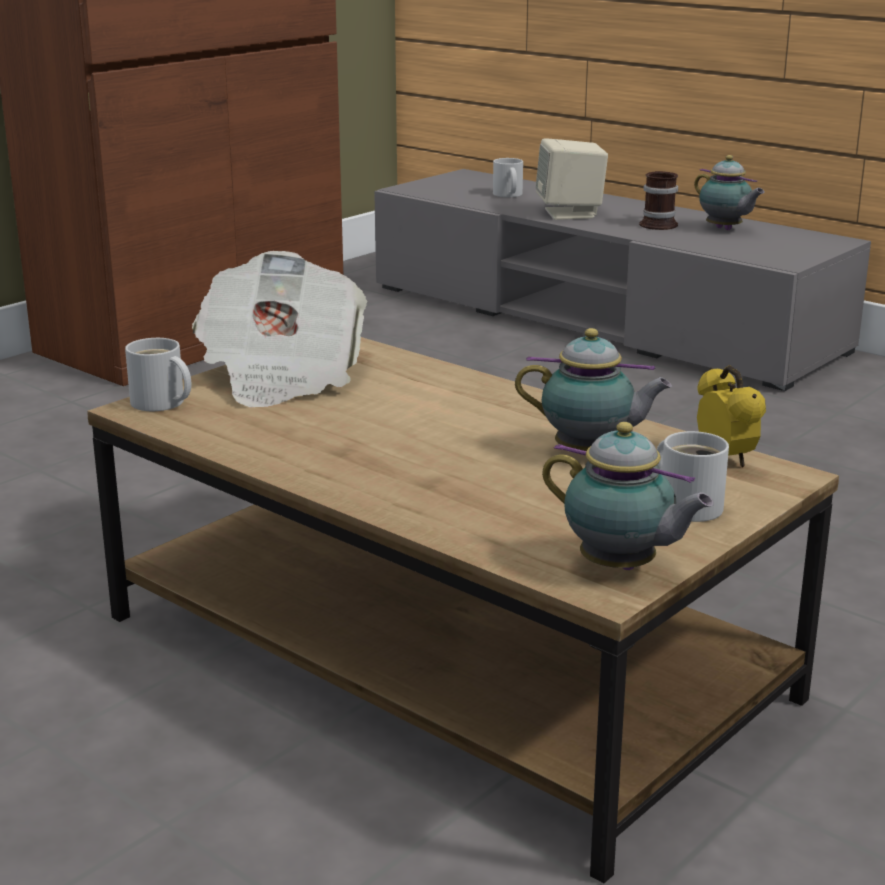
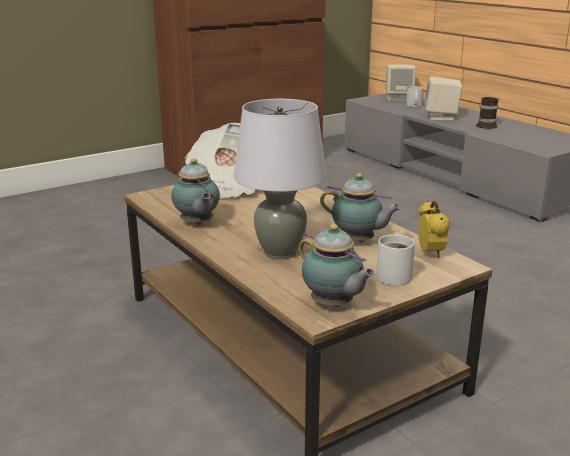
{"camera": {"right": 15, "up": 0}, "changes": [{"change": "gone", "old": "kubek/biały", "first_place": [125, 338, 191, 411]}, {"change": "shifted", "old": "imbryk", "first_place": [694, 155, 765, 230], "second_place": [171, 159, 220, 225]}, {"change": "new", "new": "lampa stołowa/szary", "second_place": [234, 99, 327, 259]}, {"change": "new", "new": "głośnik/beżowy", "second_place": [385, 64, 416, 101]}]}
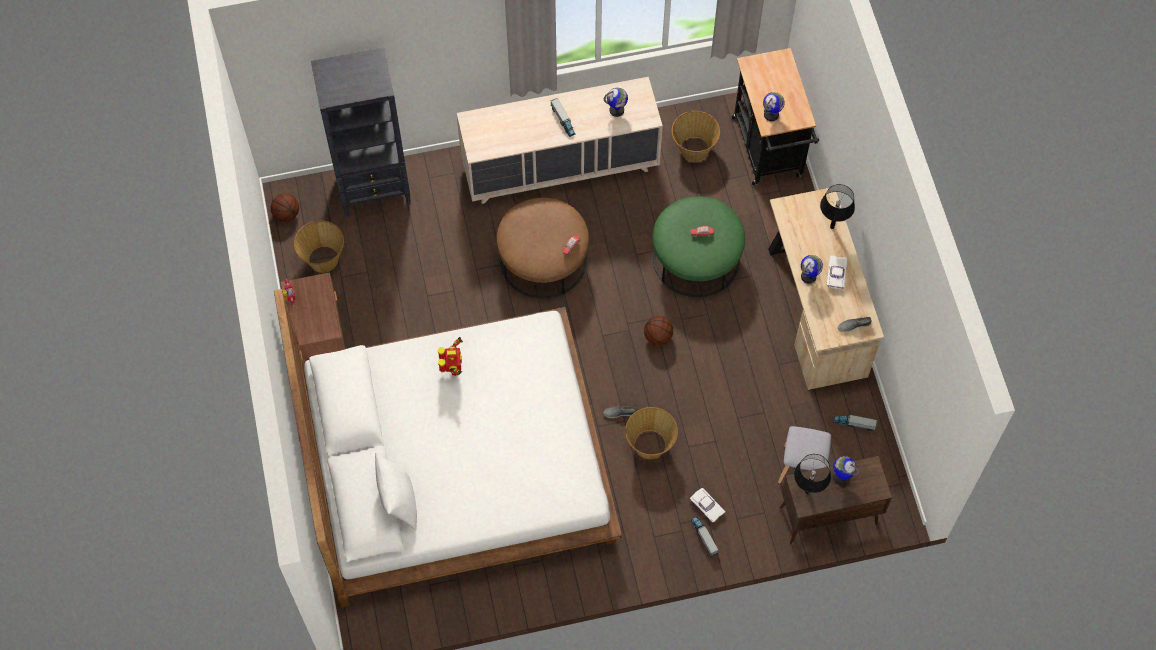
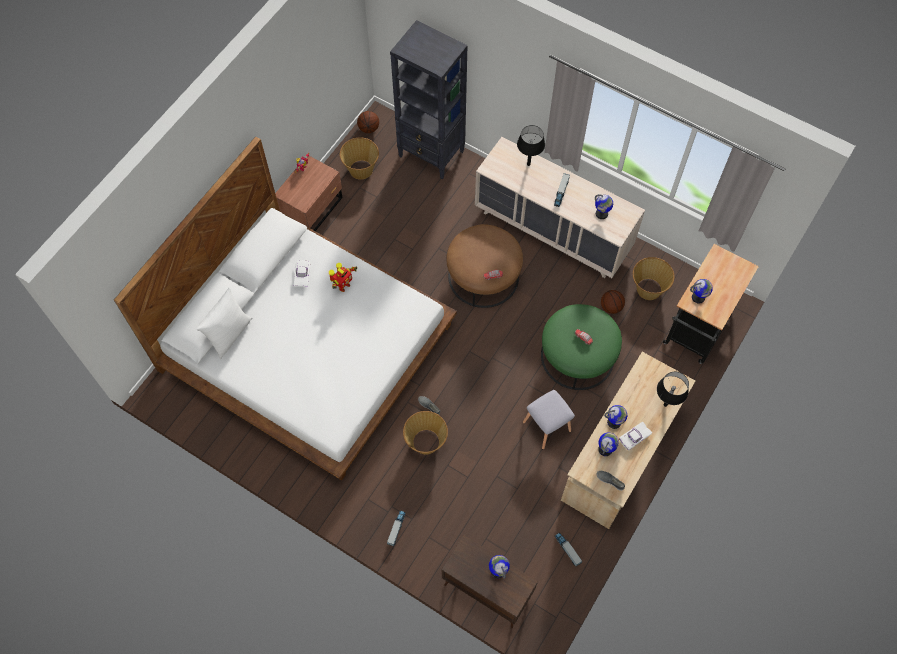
{"camera": {"right": 45, "up": 0}, "changes": [{"change": "shifted", "old": "piłka do koszykówki", "first_place": [644, 316, 673, 345], "second_place": [601, 290, 625, 314]}, {"change": "shifted", "old": "samochodzik/biały", "first_place": [690, 488, 725, 522], "second_place": [293, 260, 311, 286]}, {"change": "shifted", "old": "stołek/szary", "first_place": [778, 426, 831, 484], "second_place": [523, 390, 575, 450]}, {"change": "shifted", "old": "lampa stołowa/czarny", "first_place": [794, 454, 831, 494], "second_place": [517, 125, 545, 166]}, {"change": "new", "new": "globus", "second_place": [598, 433, 619, 456]}]}
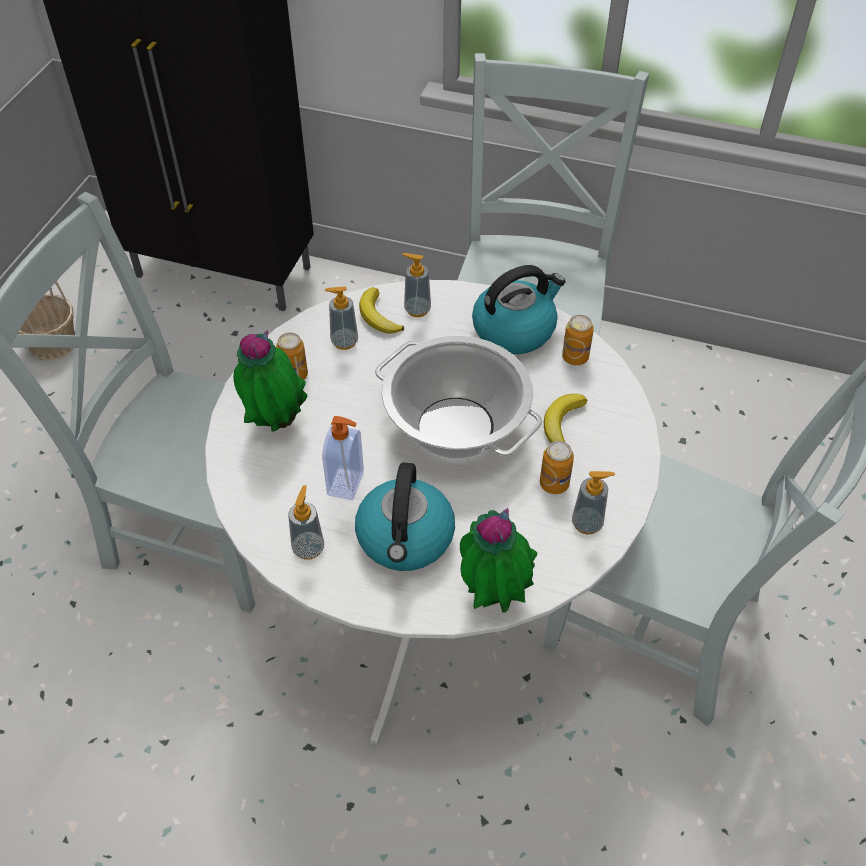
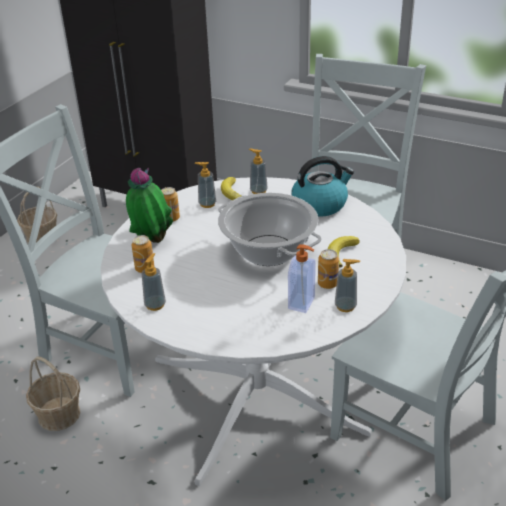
{"camera": {"right": 10, "up": -15}, "changes": [{"change": "shifted", "old": "dozownik mydła", "first_place": [322, 416, 364, 500], "second_place": [288, 244, 316, 313]}, {"change": "gone", "old": "czajnik", "first_place": [355, 463, 455, 571]}, {"change": "gone", "old": "roślina doniczkowa", "first_place": [460, 508, 537, 613]}, {"change": "shifted", "old": "puszka", "first_place": [562, 315, 594, 365], "second_place": [132, 235, 155, 273]}, {"change": "new", "new": "koszyk", "second_place": [26, 356, 81, 431]}]}
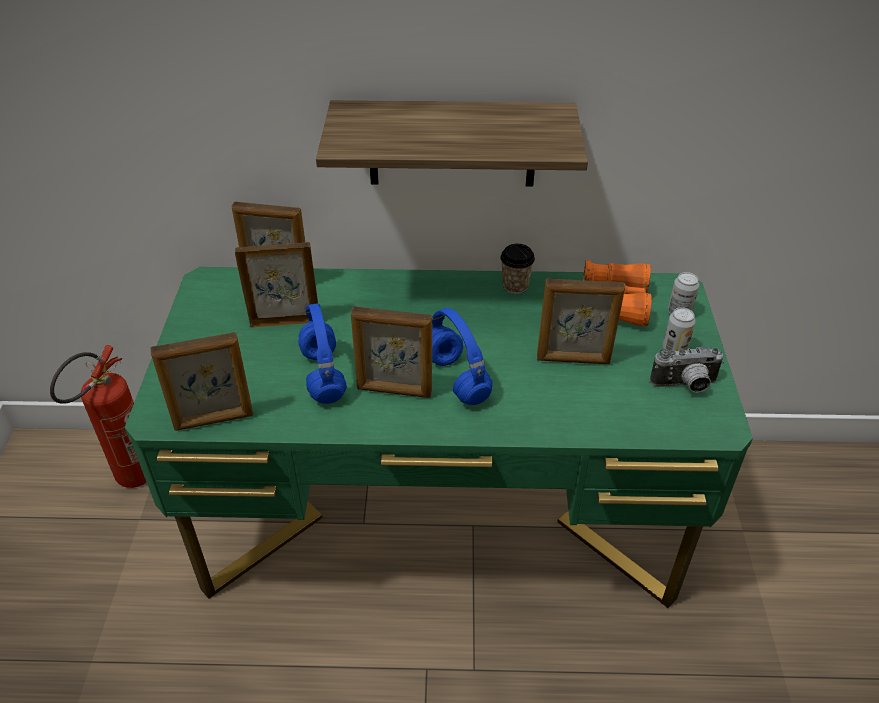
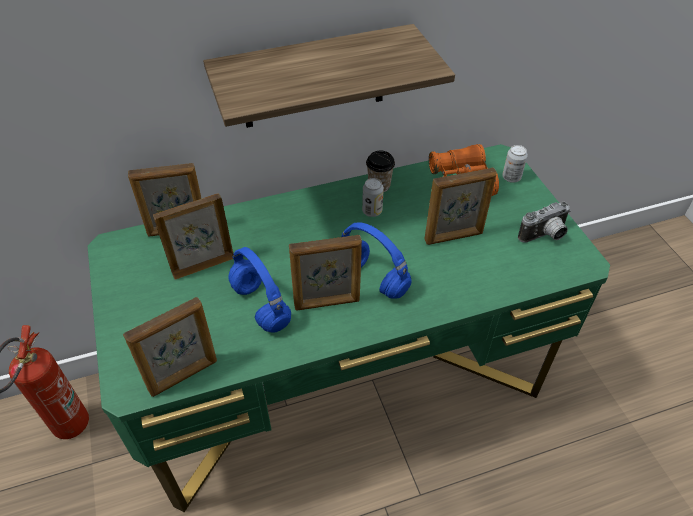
{"camera": {"right": -20, "up": 5}, "changes": [{"change": "shifted", "old": "puszka", "first_place": [663, 307, 696, 351], "second_place": [362, 178, 384, 217]}]}
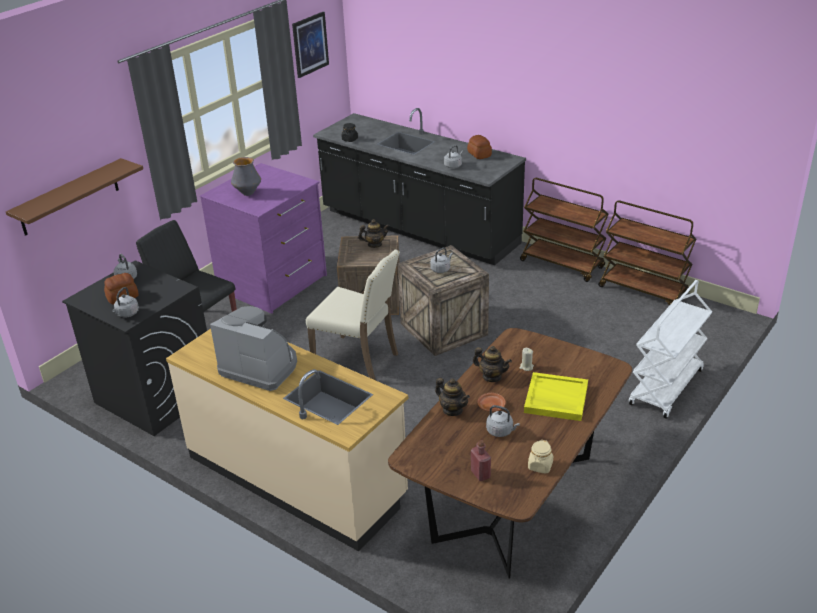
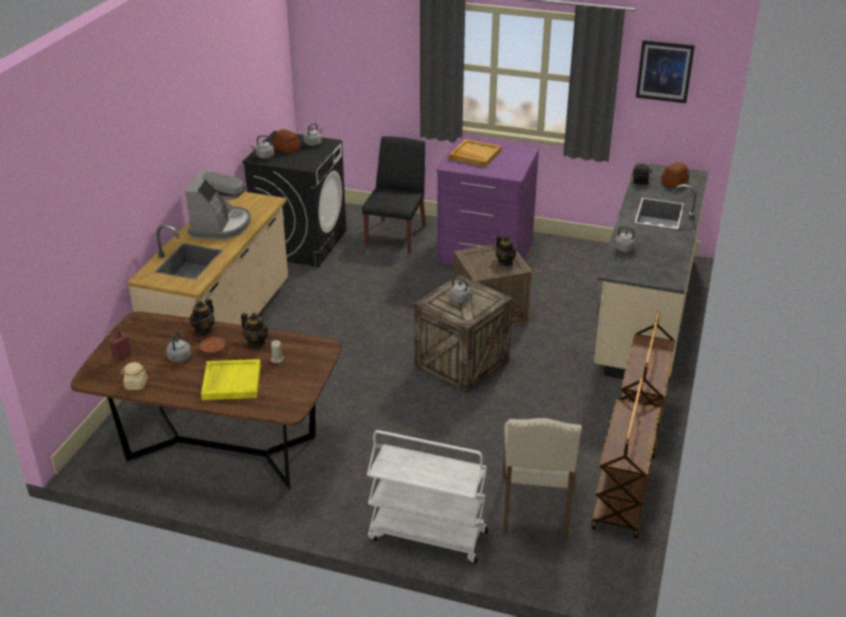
{"camera": {"right": 70, "up": 0}, "changes": [{"change": "gone", "old": "półka/brązowy", "first_place": [6, 158, 143, 236]}, {"change": "swapped", "old": "wazon", "new": "taca/beżowy", "first_place": [231, 157, 261, 196], "second_place": [449, 139, 502, 167]}, {"change": "shifted", "old": "krzesło/beżowy", "first_place": [305, 250, 400, 380], "second_place": [502, 418, 582, 540]}, {"change": "repainted", "old": "zabudowa kuchenna/czarny", "new": "zabudowa kuchenna/beżowy", "first_place": [313, 108, 526, 265], "second_place": [594, 162, 708, 386]}, {"change": "shifted", "old": "chleb", "first_place": [467, 135, 492, 159], "second_place": [661, 162, 689, 188]}, {"change": "rotated", "old": "imbryk", "first_place": [473, 346, 512, 382], "second_place": [241, 313, 268, 347], "degrees": -60}]}
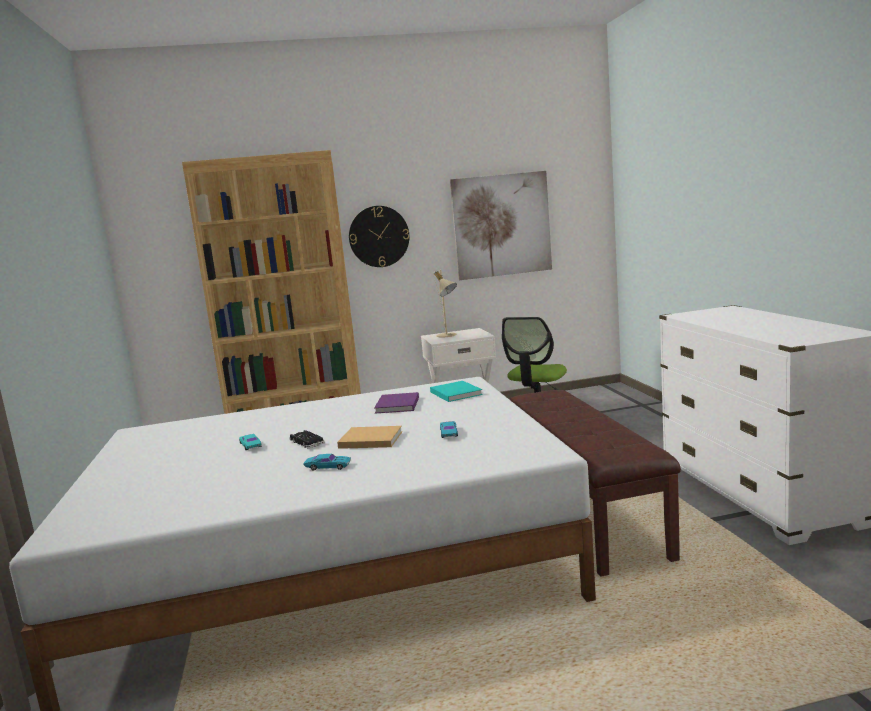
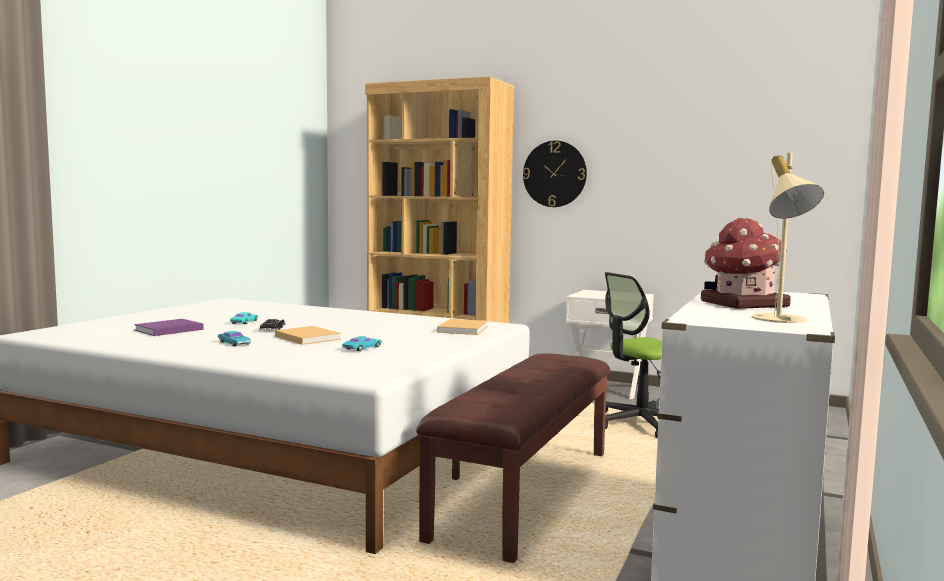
{"camera": {"right": 35, "up": -5}, "changes": [{"change": "shifted", "old": "książka/fioletowy", "first_place": [374, 392, 419, 414], "second_place": [134, 319, 204, 336]}, {"change": "repainted", "old": "książka/turkusowy", "new": "książka/beżowy", "first_place": [430, 381, 483, 402], "second_place": [437, 319, 488, 335]}, {"change": "shifted", "old": "lampa stołowa/beżowy", "first_place": [433, 270, 457, 337], "second_place": [752, 153, 824, 323]}, {"change": "gone", "old": "obraz", "first_place": [450, 171, 552, 280]}, {"change": "new", "new": "domek", "second_place": [701, 217, 791, 309]}]}
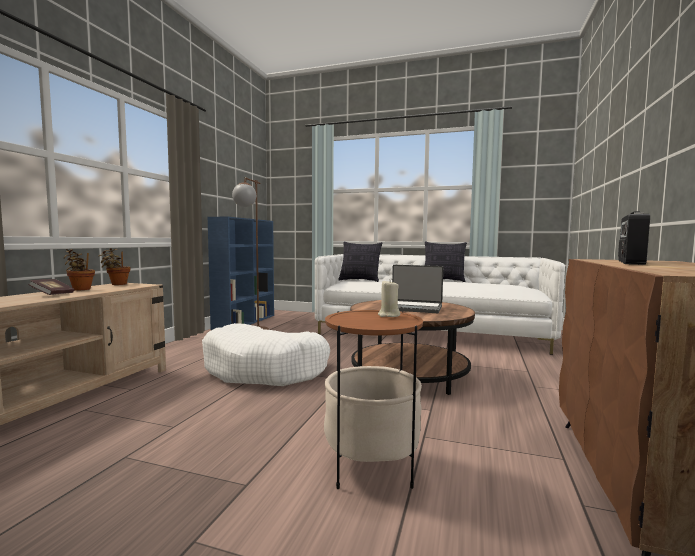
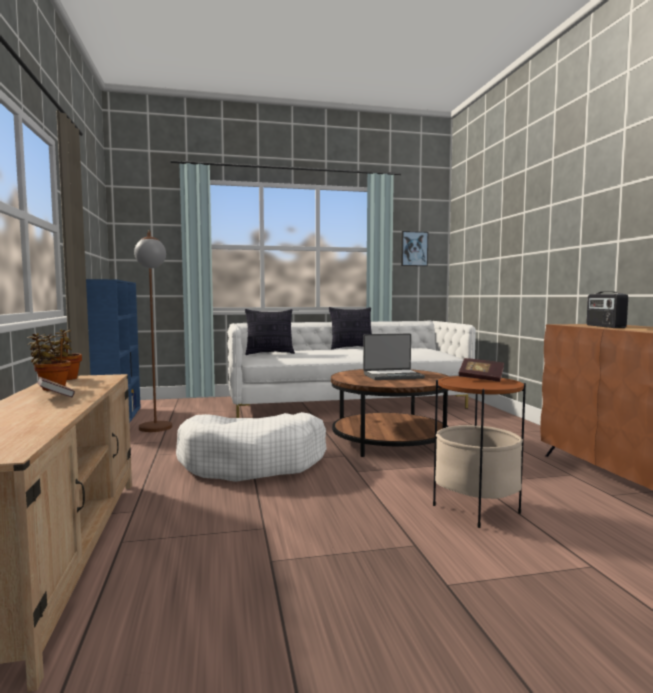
{"camera": {"right": -30, "up": 0}, "changes": [{"change": "swapped", "old": "świeca/beżowy", "new": "książka", "first_place": [378, 279, 400, 317], "second_place": [459, 358, 504, 382]}, {"change": "new", "new": "obraz", "second_place": [401, 231, 428, 266]}]}
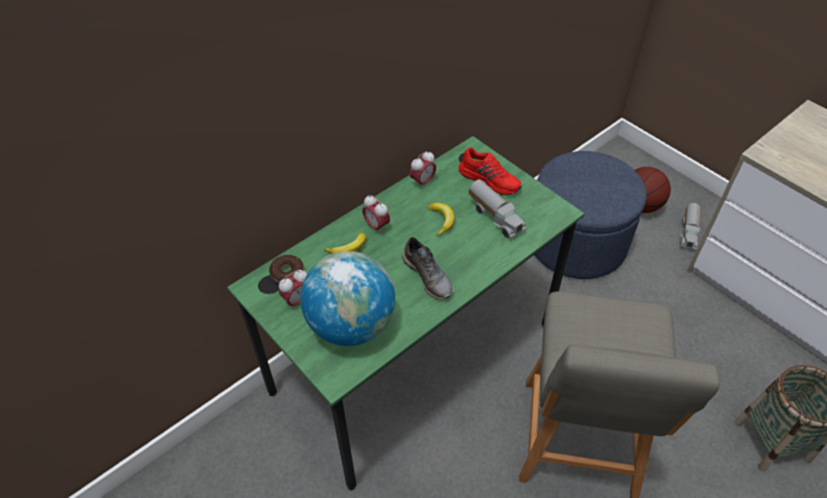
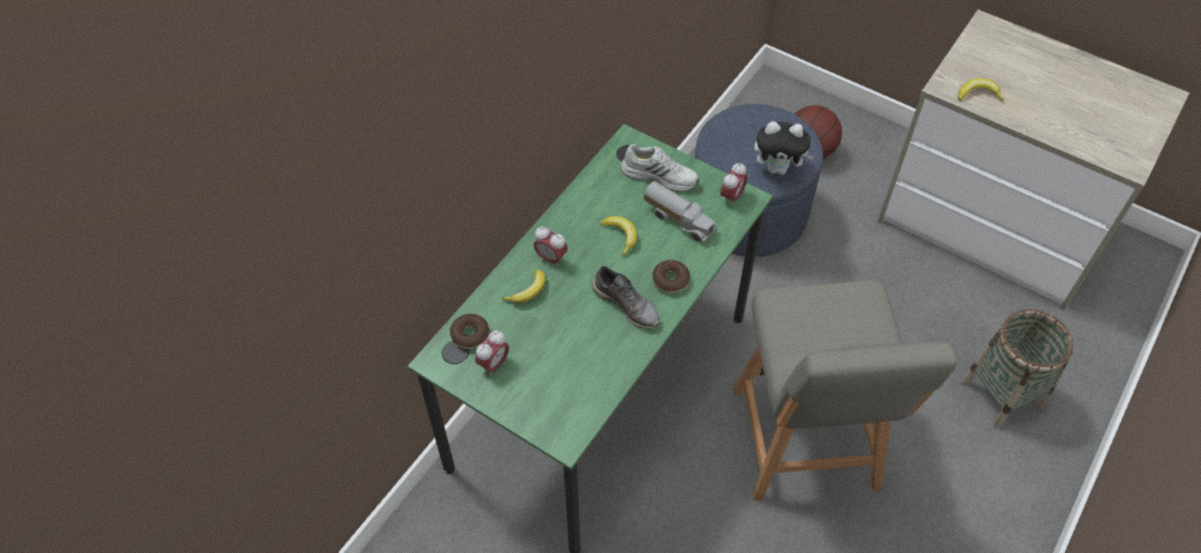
{"camera": {"right": -15, "up": 5}, "changes": [{"change": "gone", "old": "globus", "first_place": [300, 251, 395, 346]}, {"change": "shifted", "old": "budzik", "first_place": [409, 151, 436, 189], "second_place": [720, 162, 747, 207]}, {"change": "repainted", "old": "but/czerwony", "new": "but/biały", "first_place": [458, 147, 522, 195], "second_place": [621, 144, 699, 192]}, {"change": "gone", "old": "ciężarówka zabawkowa", "first_place": [680, 203, 702, 250]}, {"change": "new", "new": "donut", "second_place": [652, 260, 690, 293]}, {"change": "new", "new": "pluszak", "second_place": [754, 121, 814, 175]}, {"change": "new", "new": "banan", "second_place": [958, 78, 1004, 102]}]}
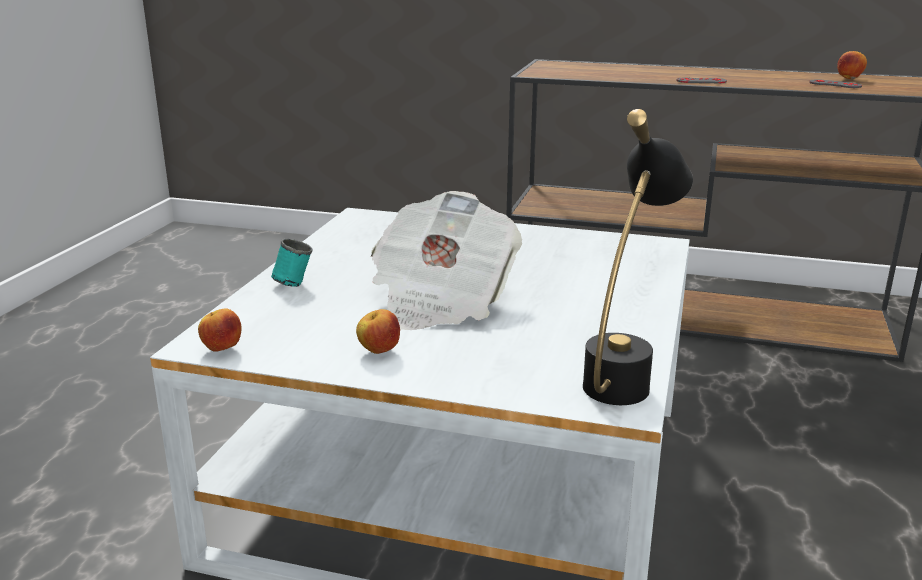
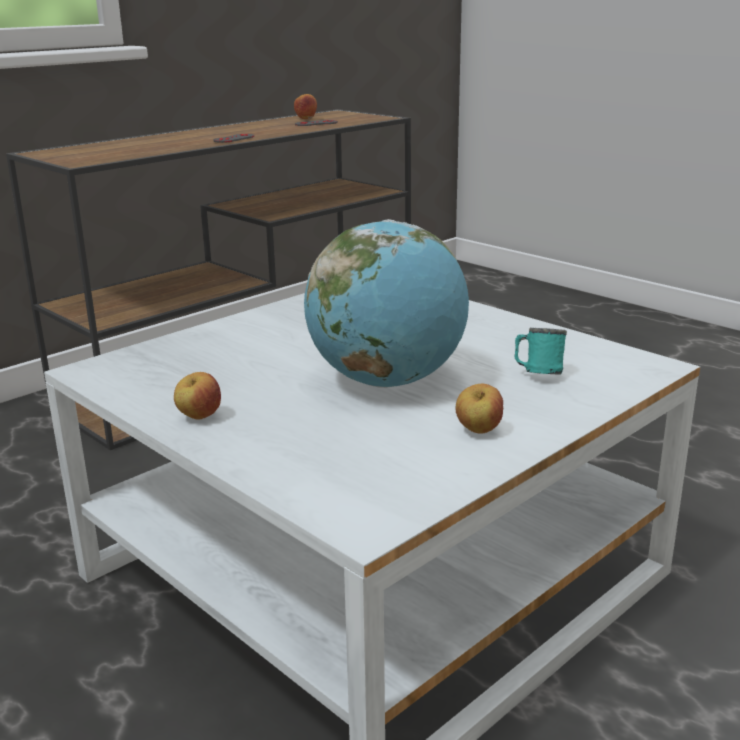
{"camera": {"right": -60, "up": 0}, "changes": [{"change": "shifted", "old": "jabłko", "first_place": [198, 308, 241, 352], "second_place": [174, 372, 221, 420]}, {"change": "shifted", "old": "kubek/turkusowy", "first_place": [271, 239, 313, 287], "second_place": [515, 328, 567, 374]}, {"change": "swapped", "old": "gazeta", "new": "globus", "first_place": [371, 191, 522, 330], "second_place": [304, 219, 469, 388]}, {"change": "gone", "old": "lampa stołowa/czarny", "first_place": [583, 109, 693, 405]}]}
